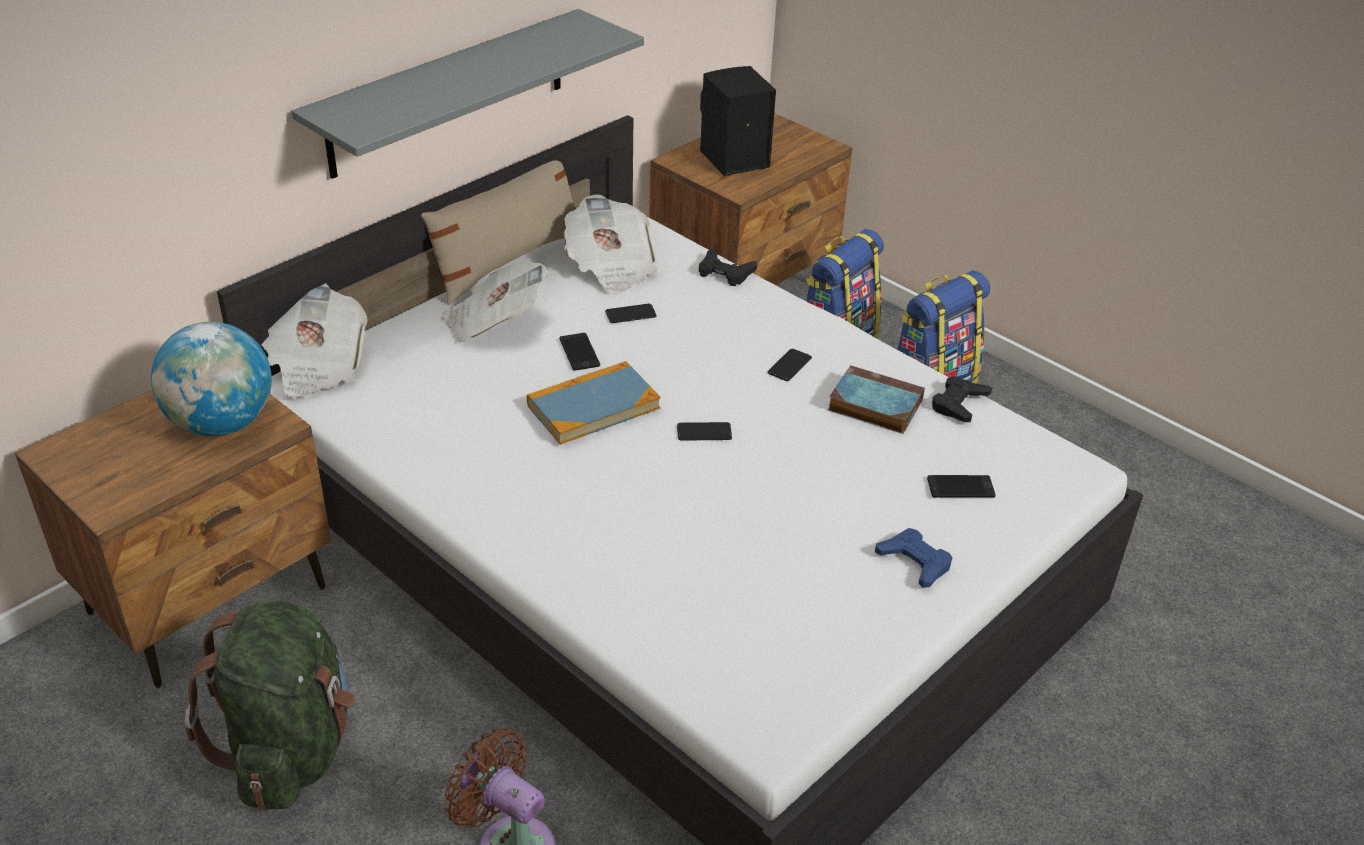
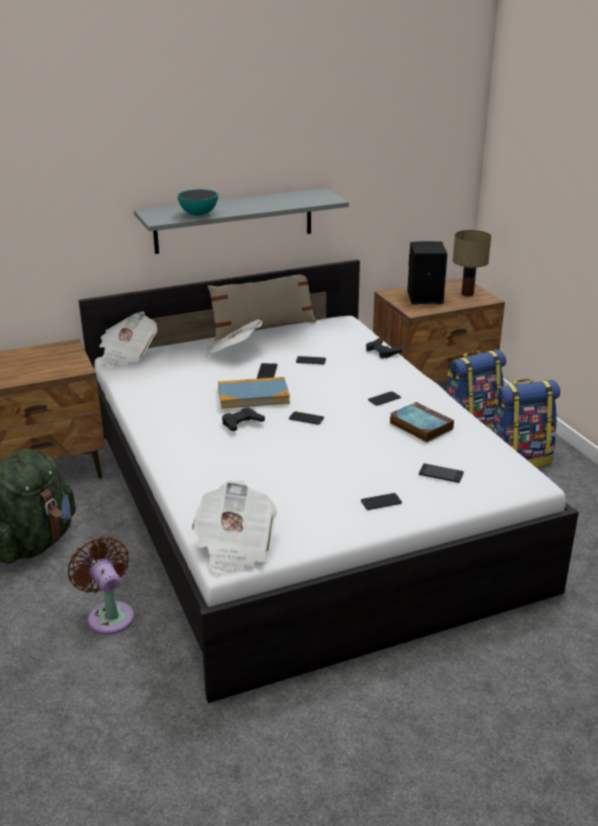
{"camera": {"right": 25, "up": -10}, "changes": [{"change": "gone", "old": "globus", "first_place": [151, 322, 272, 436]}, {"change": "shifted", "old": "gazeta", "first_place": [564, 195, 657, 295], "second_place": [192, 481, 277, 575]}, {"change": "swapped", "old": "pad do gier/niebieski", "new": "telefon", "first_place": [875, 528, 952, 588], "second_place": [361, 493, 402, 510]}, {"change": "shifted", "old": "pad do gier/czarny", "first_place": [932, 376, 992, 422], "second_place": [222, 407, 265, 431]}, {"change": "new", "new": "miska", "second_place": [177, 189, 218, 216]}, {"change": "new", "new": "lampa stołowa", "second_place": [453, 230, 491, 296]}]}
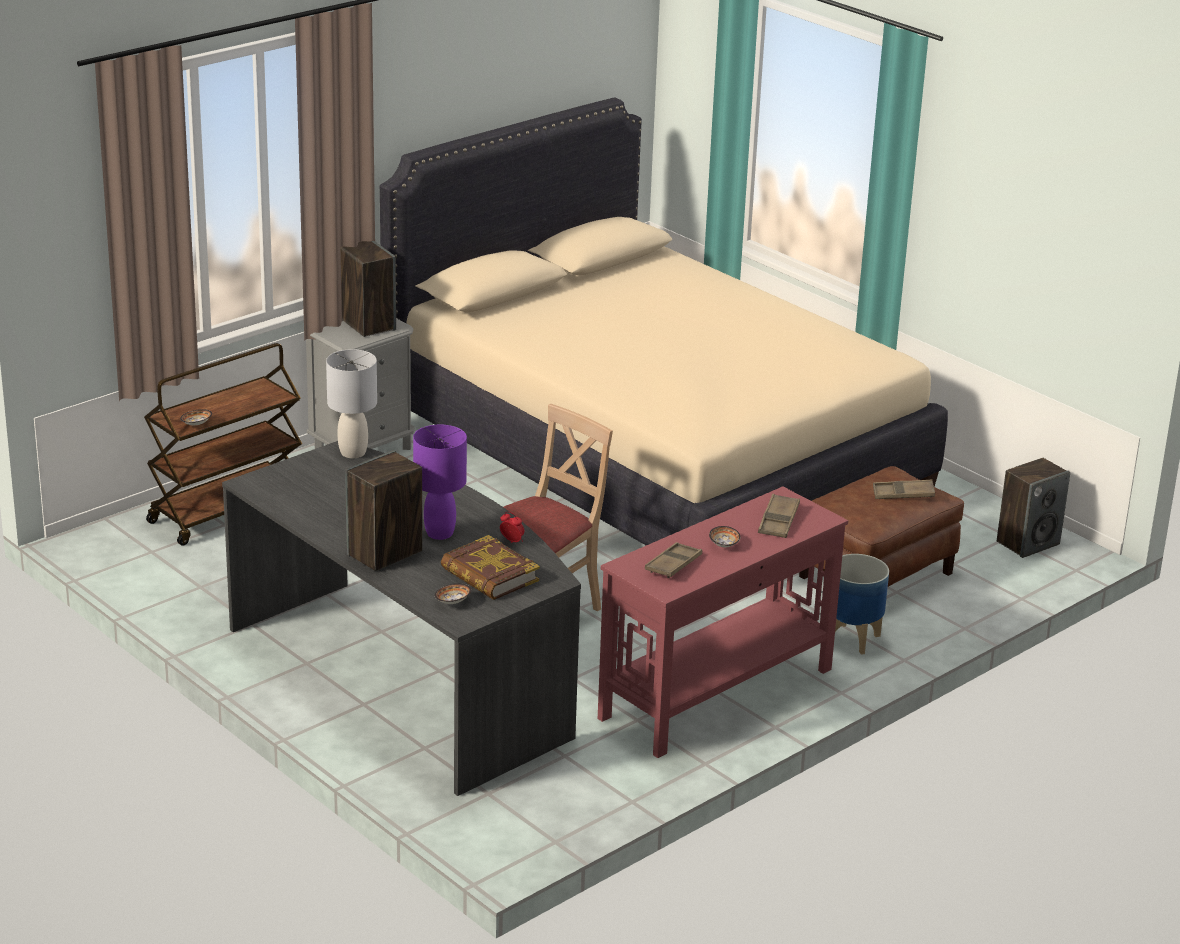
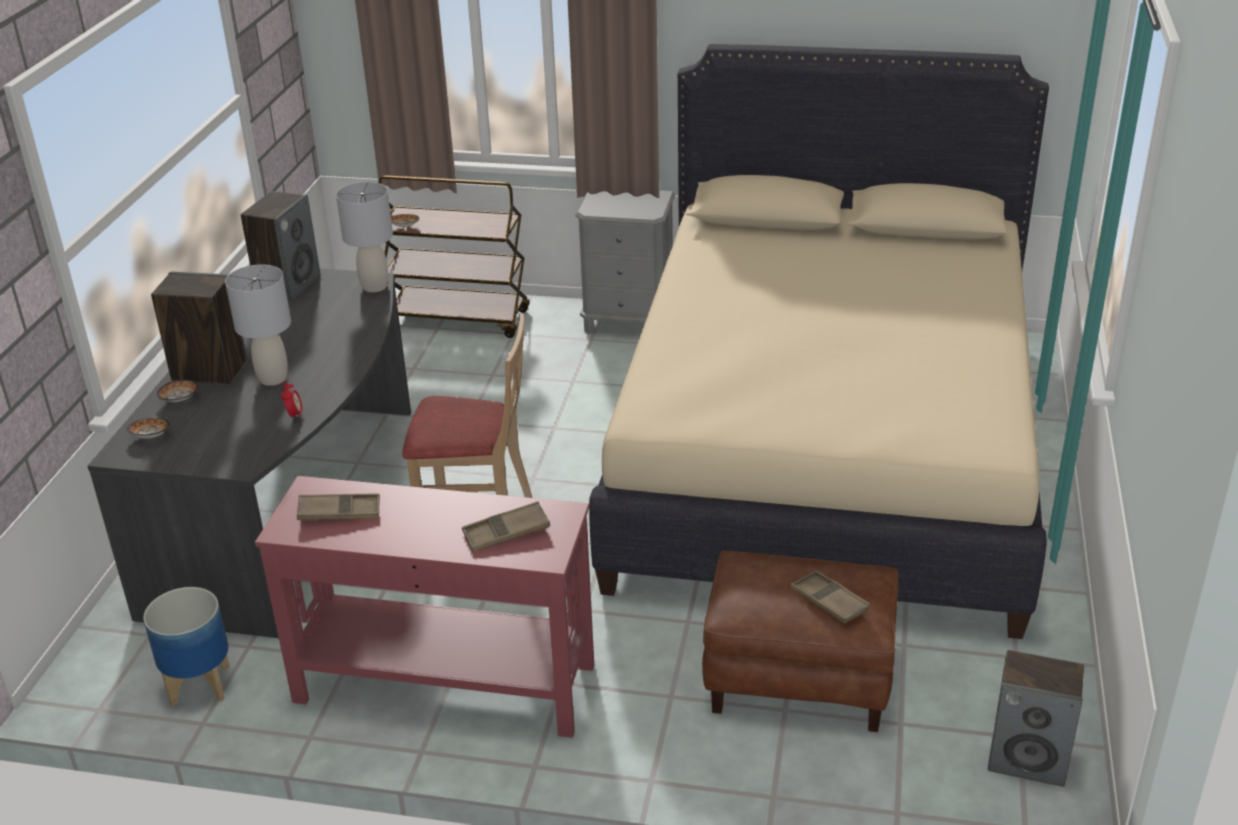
{"camera": {"right": 55, "up": 5}, "changes": [{"change": "shifted", "old": "głośnik", "first_place": [341, 241, 396, 337], "second_place": [241, 191, 321, 302]}, {"change": "repainted", "old": "lampa stołowa/fioletowy", "new": "lampa stołowa/szary", "first_place": [413, 425, 467, 540], "second_place": [225, 264, 291, 386]}, {"change": "gone", "old": "książka", "first_place": [441, 535, 540, 600]}, {"change": "shifted", "old": "miska", "first_place": [709, 526, 740, 547], "second_place": [156, 380, 198, 402]}, {"change": "shifted", "old": "donica", "first_place": [835, 554, 889, 655], "second_place": [143, 587, 230, 706]}]}
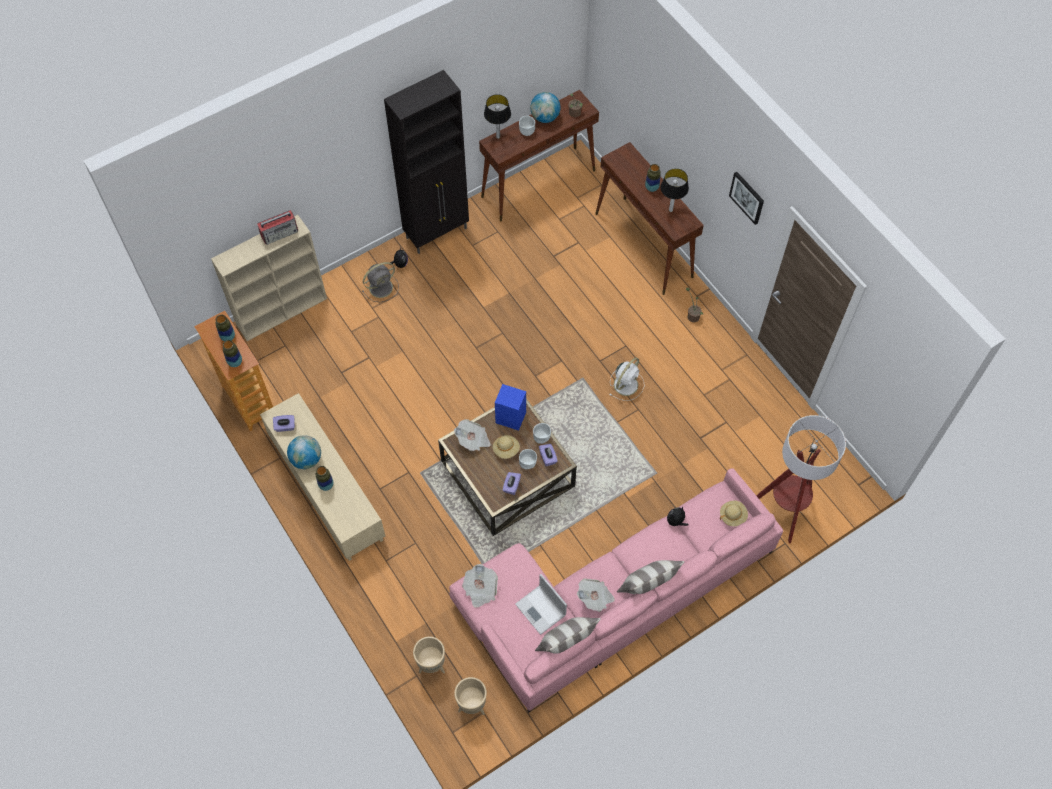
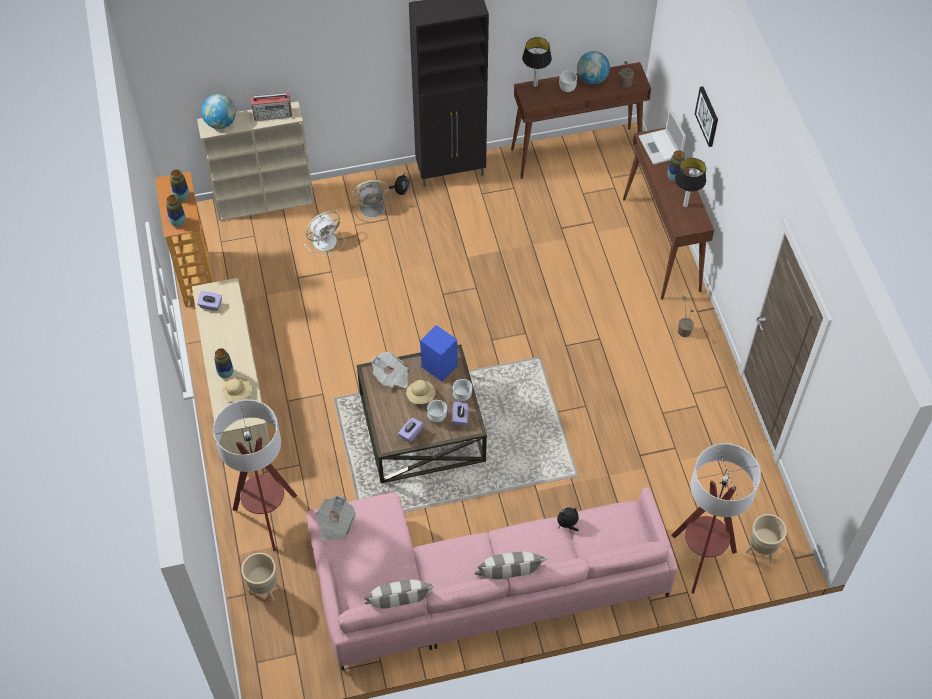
{"camera": {"right": 20, "up": -5}, "changes": [{"change": "shifted", "old": "globus", "first_place": [287, 435, 321, 469], "second_place": [201, 94, 236, 129]}, {"change": "shifted", "old": "donica/beżowy", "first_place": [454, 677, 487, 715], "second_place": [745, 514, 787, 563]}, {"change": "shifted", "old": "laptop", "first_place": [515, 574, 567, 635], "second_place": [638, 108, 686, 165]}, {"change": "gone", "old": "gazeta", "first_place": [577, 578, 615, 612]}, {"change": "shifted", "old": "wentylator/biały", "first_place": [610, 357, 644, 401], "second_place": [304, 211, 344, 256]}, {"change": "shifted", "old": "kapelusz/beżowy", "first_place": [720, 501, 748, 526], "second_place": [222, 377, 251, 402]}, {"change": "shifted", "old": "obraz", "first_place": [729, 172, 764, 225], "second_place": [695, 86, 718, 147]}, {"change": "new", "new": "lampa stojąca", "second_place": [213, 400, 297, 551]}]}
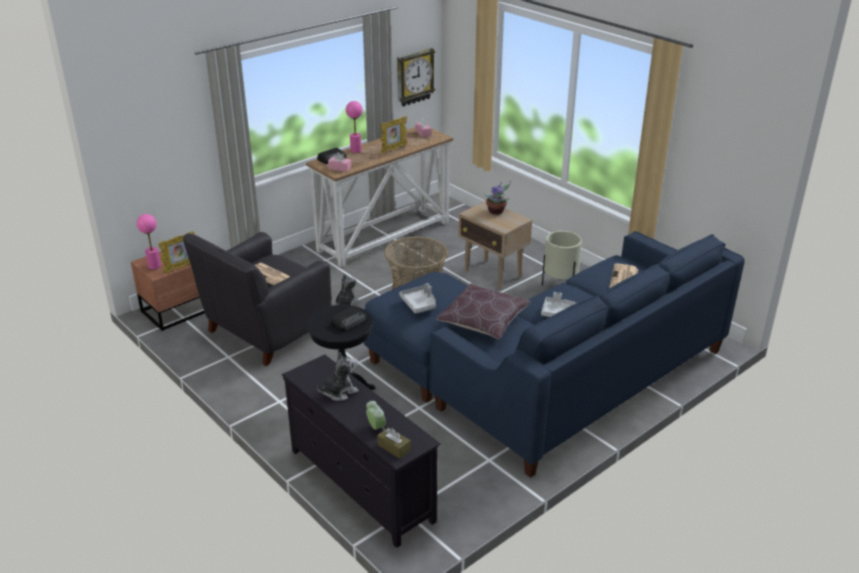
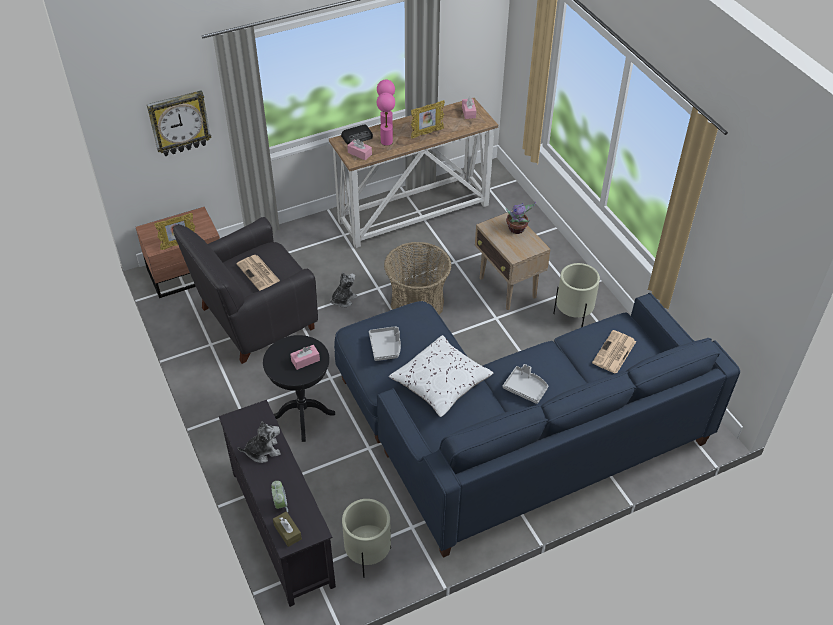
{"camera": {"right": 15, "up": 15}, "changes": [{"change": "shifted", "old": "lampa stołowa/różowy", "first_place": [137, 214, 161, 270], "second_place": [377, 93, 395, 146]}, {"change": "swapped", "old": "radio", "new": "pudełko chusteczek/różowy", "first_place": [330, 306, 367, 331], "second_place": [290, 345, 320, 370]}, {"change": "shifted", "old": "zegar ścienny", "first_place": [397, 48, 435, 107], "second_place": [147, 90, 211, 156]}, {"change": "repainted", "old": "poduszka/brązowy", "new": "poduszka/biały", "first_place": [436, 284, 531, 339], "second_place": [389, 335, 494, 417]}, {"change": "new", "new": "donica/beżowy", "second_place": [342, 499, 391, 578]}]}
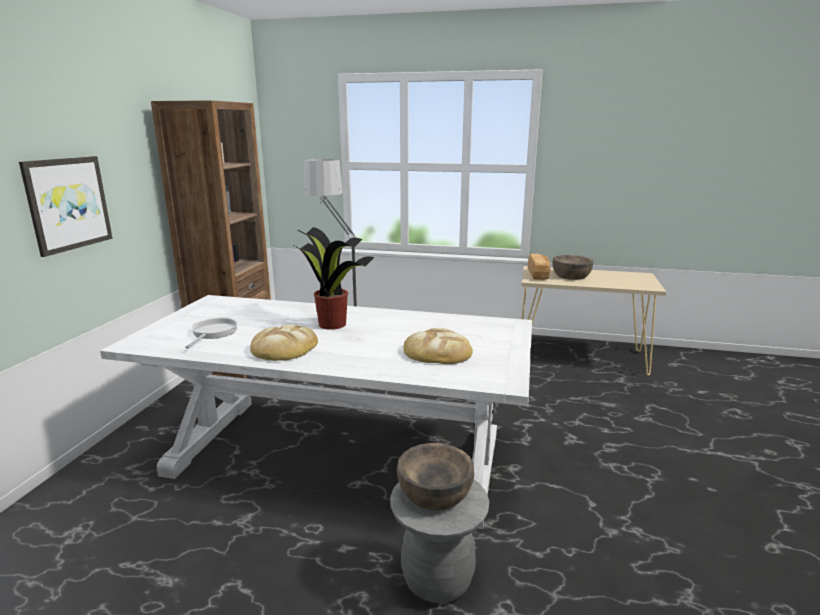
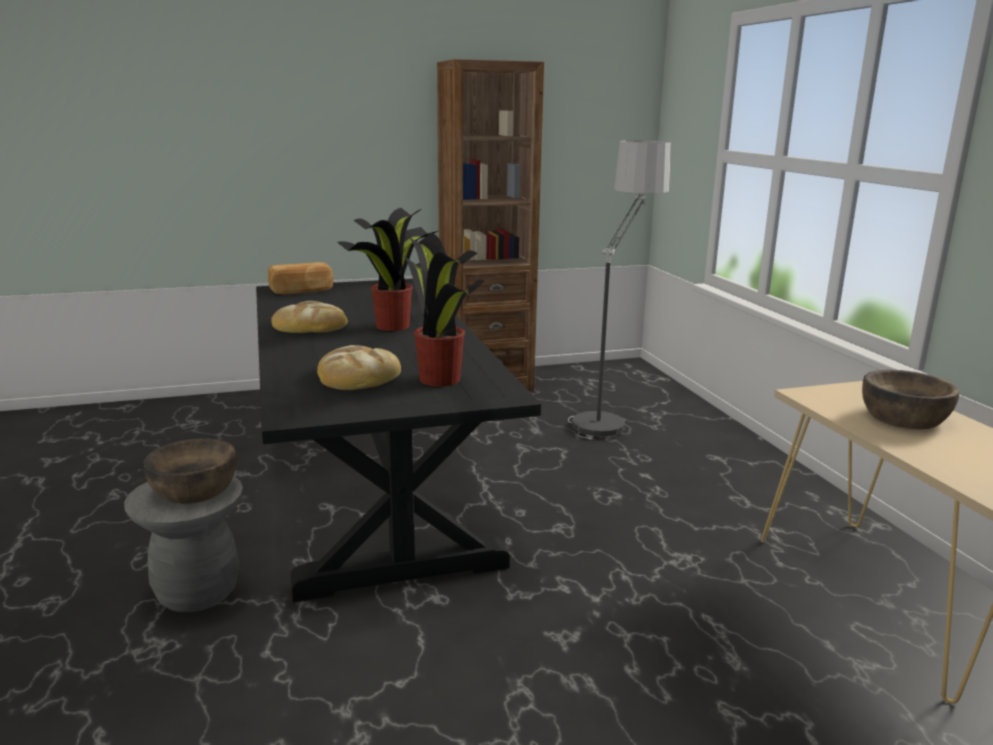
{"camera": {"right": 60, "up": 0}, "changes": [{"change": "gone", "old": "obraz", "first_place": [19, 156, 113, 257]}, {"change": "repainted", "old": "stół jadalny/biały", "new": "stół jadalny/czarny", "first_place": [100, 295, 532, 529], "second_place": [256, 279, 541, 602]}, {"change": "gone", "old": "patelnia", "first_place": [185, 317, 238, 349]}, {"change": "shifted", "old": "chleb", "first_place": [528, 254, 550, 280], "second_place": [268, 262, 333, 294]}, {"change": "new", "new": "roślina doniczkowa", "second_place": [403, 233, 485, 387]}]}
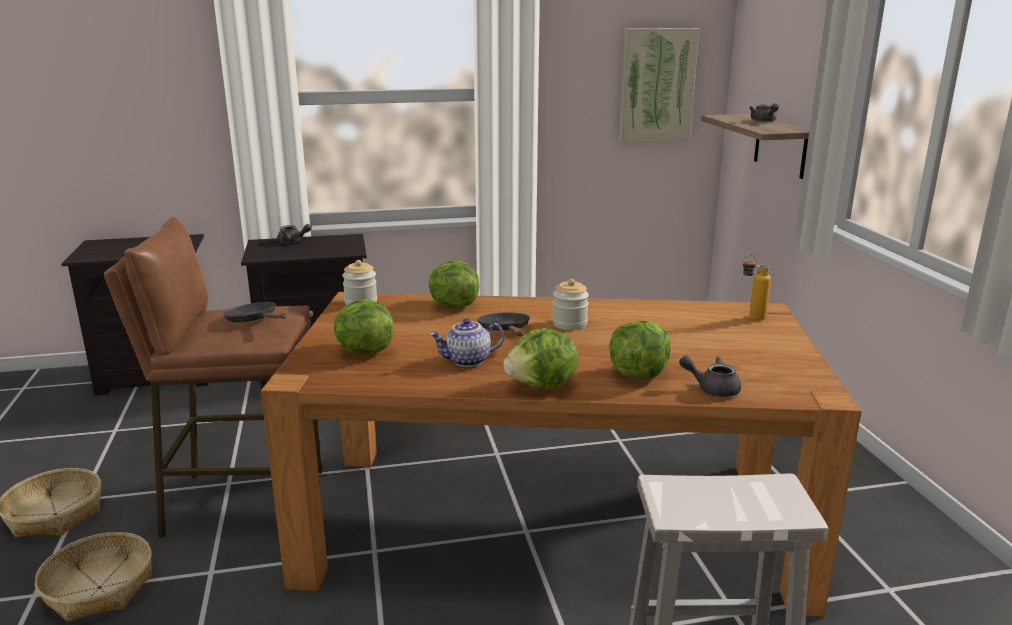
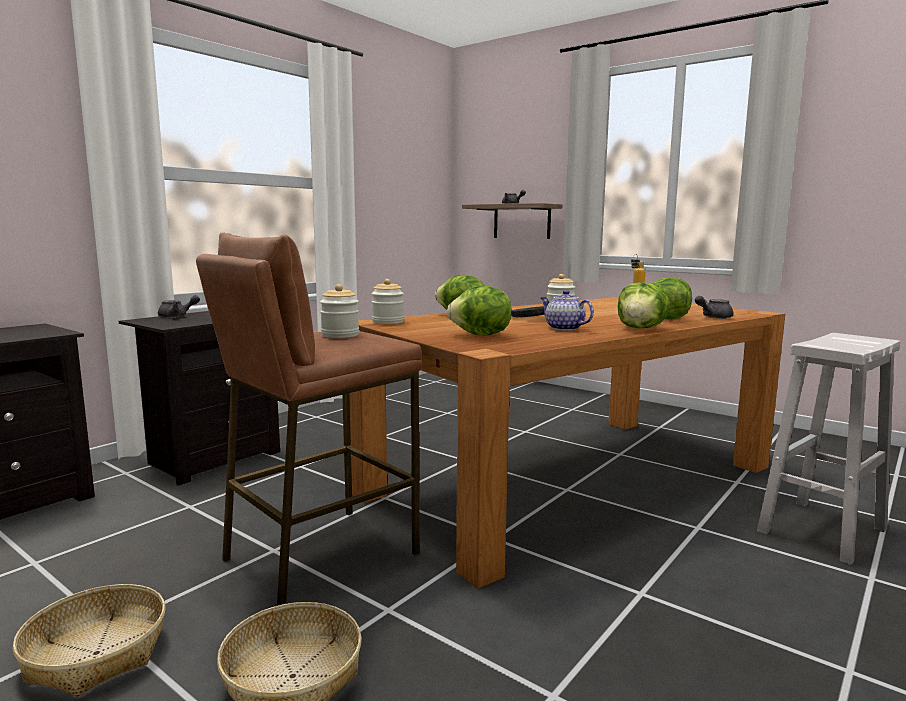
{"camera": {"right": -40, "up": -10}, "changes": [{"change": "swapped", "old": "patelnia/czarny", "new": "słoik", "first_place": [223, 302, 287, 322], "second_place": [320, 284, 359, 338]}, {"change": "rotated", "old": "imbryk", "first_place": [429, 318, 504, 367], "second_place": [541, 290, 594, 331], "degrees": 105}, {"change": "gone", "old": "obraz", "first_place": [619, 28, 699, 142]}]}
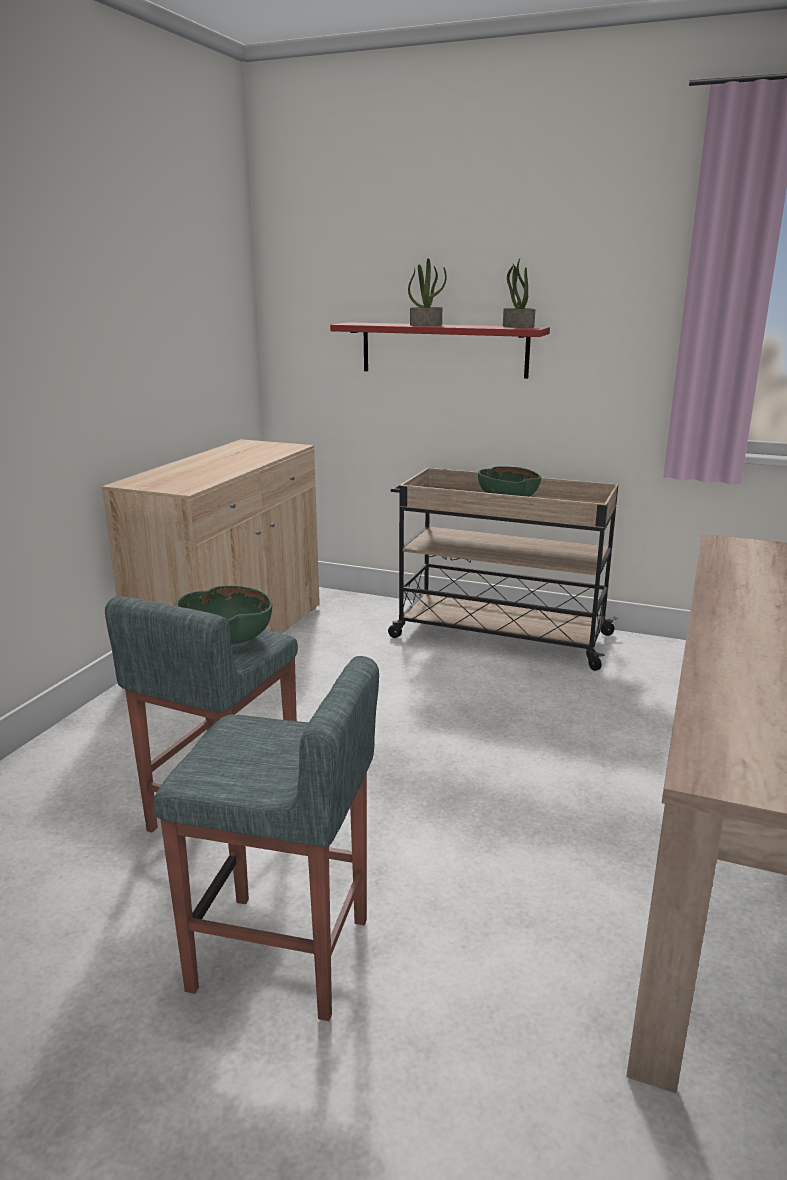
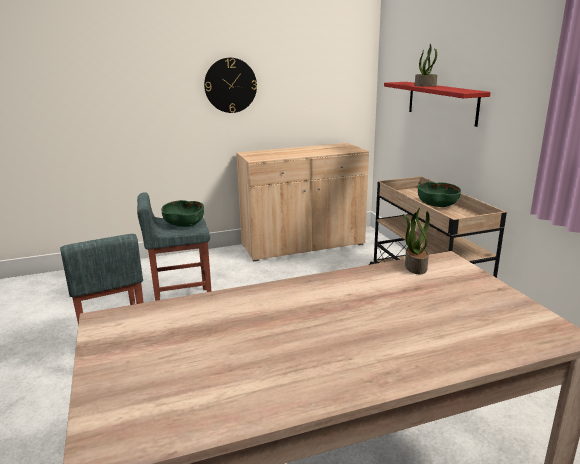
{"camera": {"right": 50, "up": 0}, "changes": [{"change": "shifted", "old": "roślina doniczkowa", "first_place": [503, 258, 535, 328], "second_place": [403, 208, 430, 274]}, {"change": "new", "new": "zegar ścienny", "second_place": [204, 58, 257, 113]}]}
